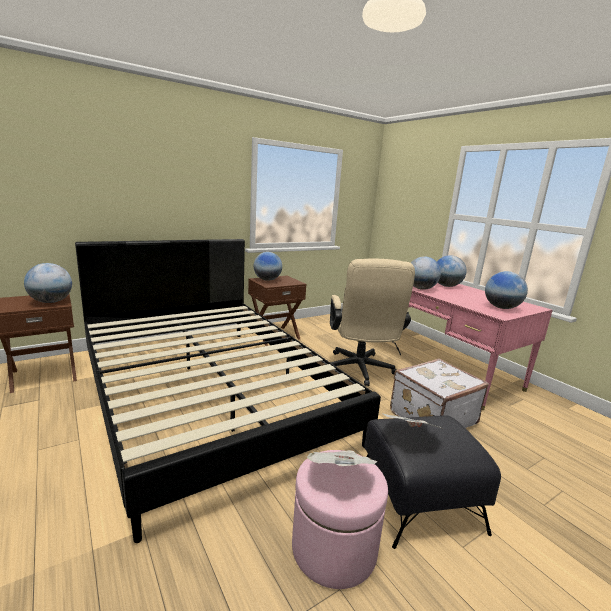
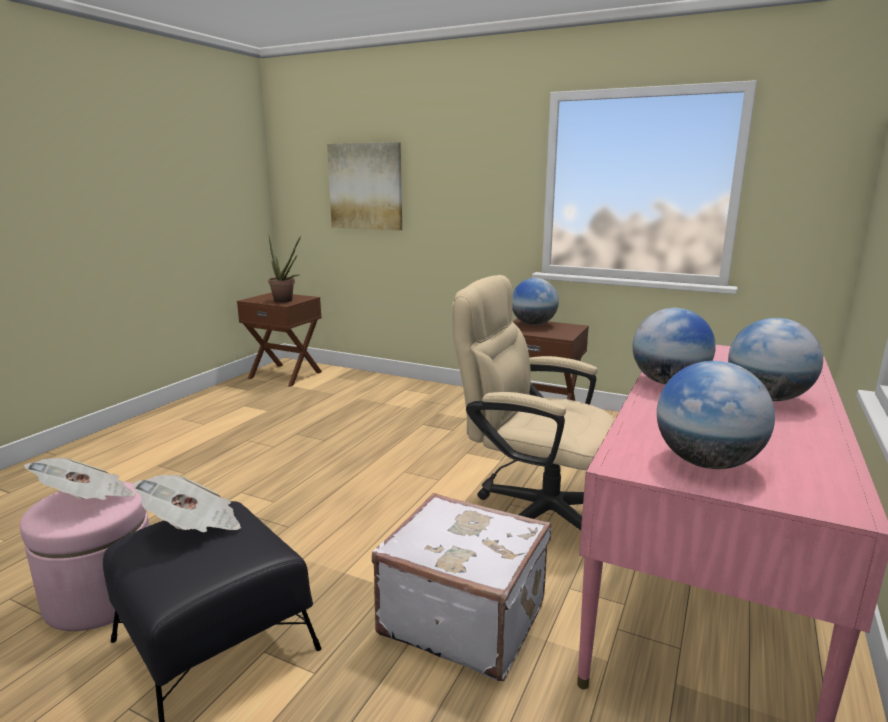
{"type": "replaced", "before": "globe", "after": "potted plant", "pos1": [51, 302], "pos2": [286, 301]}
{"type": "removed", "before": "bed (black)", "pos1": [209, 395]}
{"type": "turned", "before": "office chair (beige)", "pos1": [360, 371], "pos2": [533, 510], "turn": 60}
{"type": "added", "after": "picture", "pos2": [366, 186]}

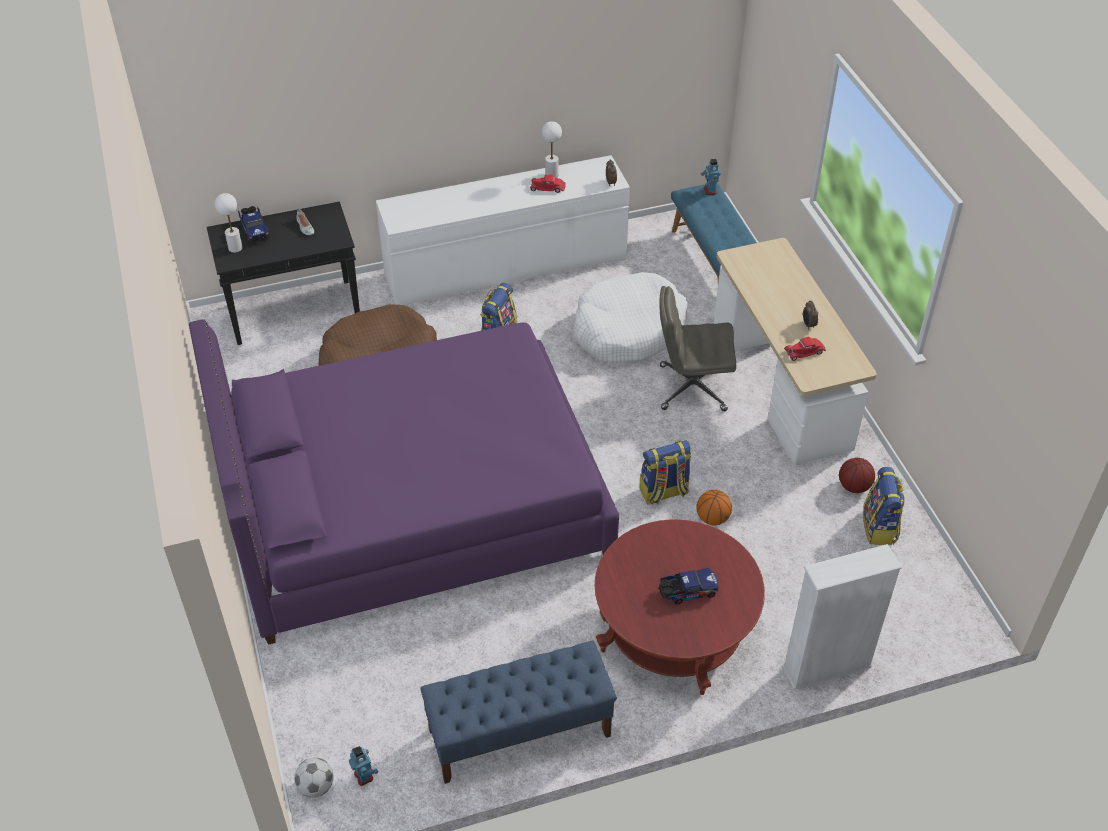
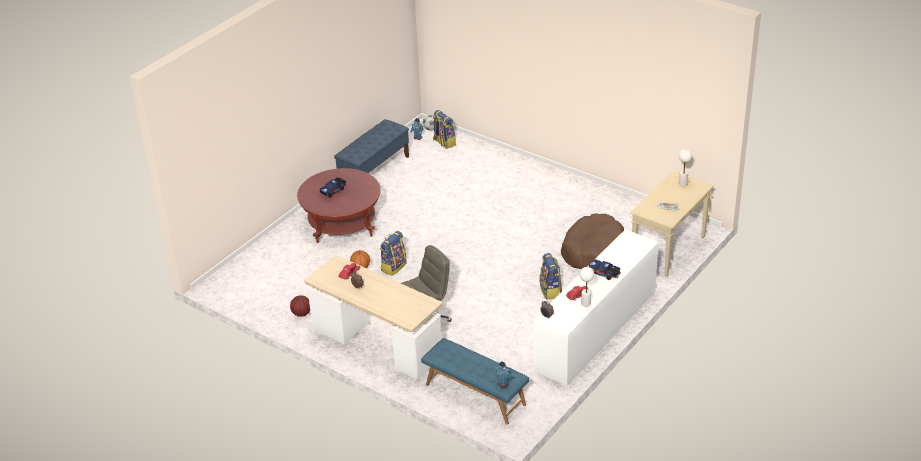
{"type": "removed", "before": "bed (purple)", "pos1": [414, 506]}
{"type": "recoloured", "before": "console table (black)", "after": "console table (beige)", "pos1": [295, 312], "pos2": [668, 250]}
{"type": "moved", "before": "toy truck", "pos1": [255, 229], "pos2": [604, 274]}
{"type": "removed", "before": "dog bed (white)", "pos1": [628, 330]}
{"type": "removed", "before": "bookcase (white)", "pos1": [826, 667]}
{"type": "moved", "before": "backpack", "pos1": [879, 527], "pos2": [444, 142]}

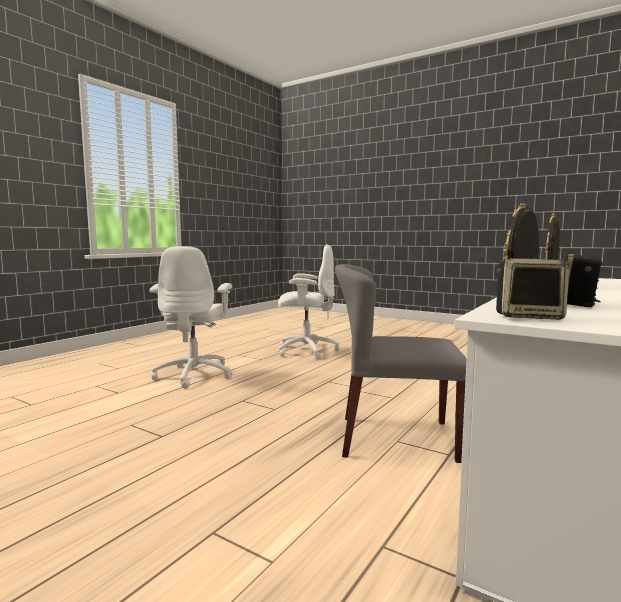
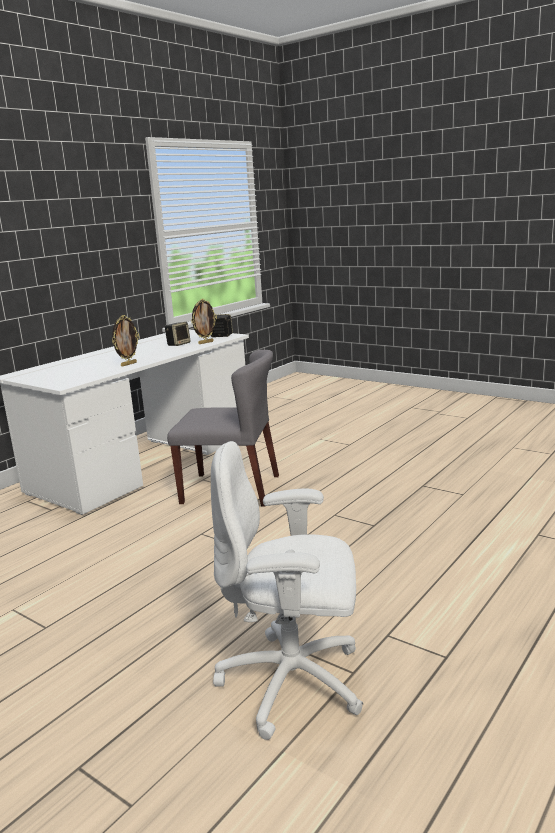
{"type": "removed", "before": "office chair (white)", "pos1": [195, 375]}

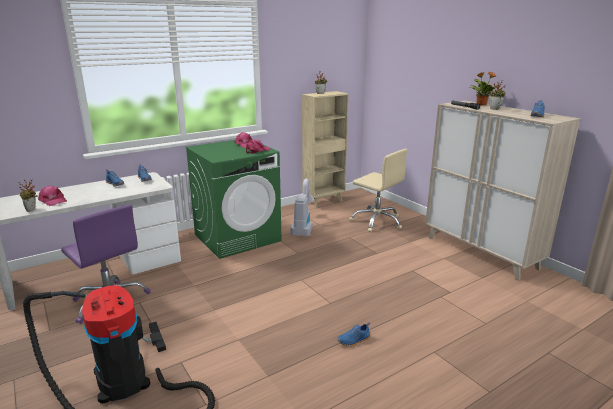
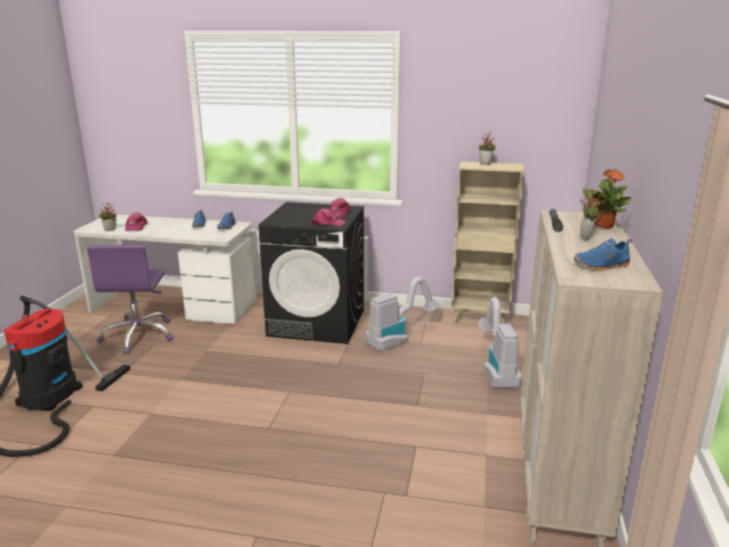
{"type": "recoloured", "before": "washing machine (green)", "after": "washing machine (black)", "pos1": [238, 237], "pos2": [317, 323]}
{"type": "removed", "before": "shoe (blue)", "pos1": [354, 340]}
{"type": "replaced", "before": "office chair (beige)", "after": "vacuum cleaner", "pos1": [377, 221], "pos2": [496, 370]}

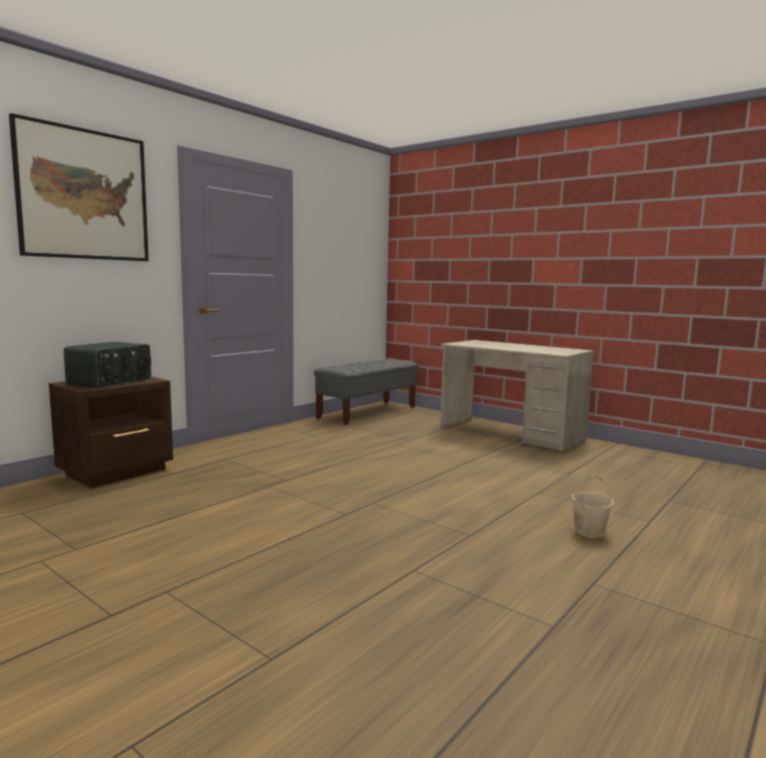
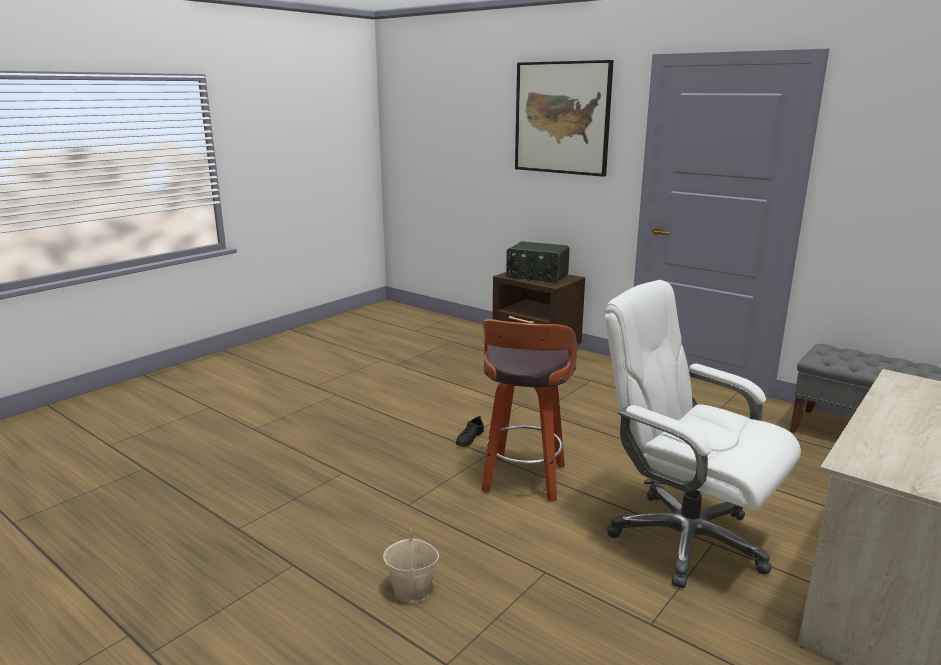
{"type": "added", "after": "shoe (black)", "pos2": [469, 438]}
{"type": "added", "after": "stool", "pos2": [524, 480]}
{"type": "added", "after": "office chair (white)", "pos2": [685, 539]}

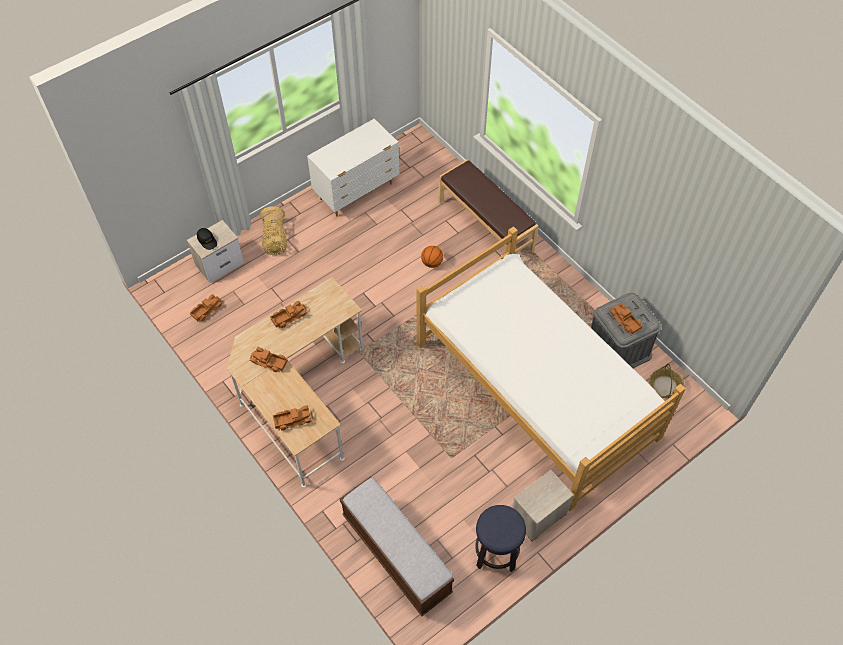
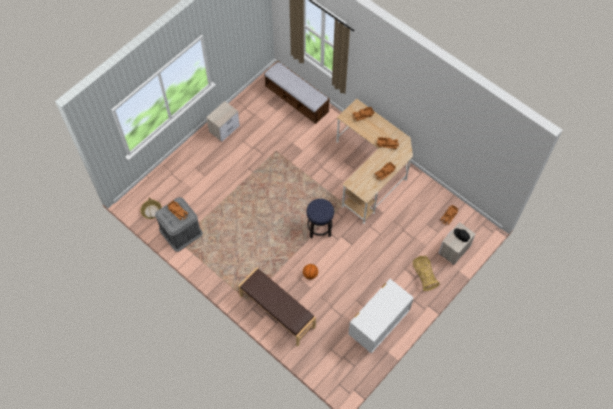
{"type": "removed", "before": "bed", "pos1": [535, 390]}
{"type": "moved", "before": "stool", "pos1": [496, 552], "pos2": [319, 228]}

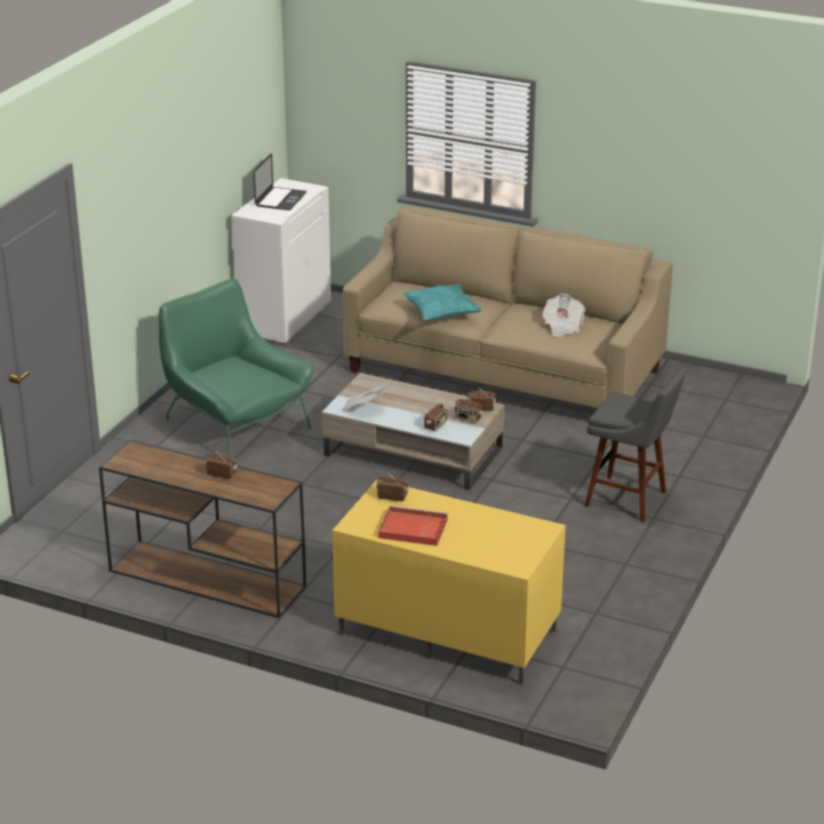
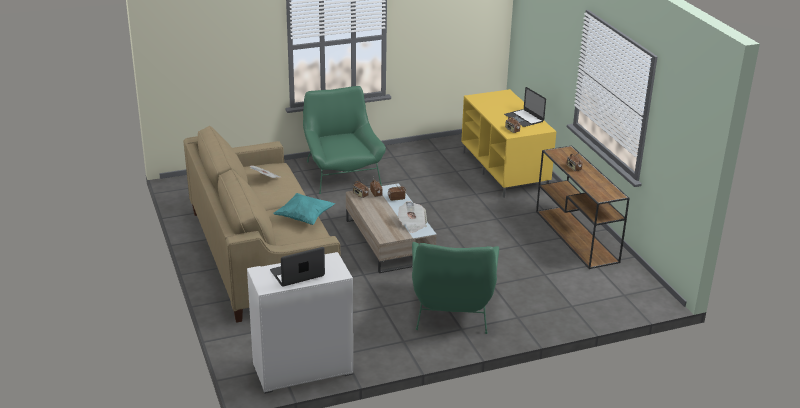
{"type": "replaced", "before": "tray (red)", "after": "laptop", "pos1": [411, 529], "pos2": [524, 118]}
{"type": "replaced", "before": "stool (grey)", "after": "armchair (green)", "pos1": [630, 500], "pos2": [342, 173]}

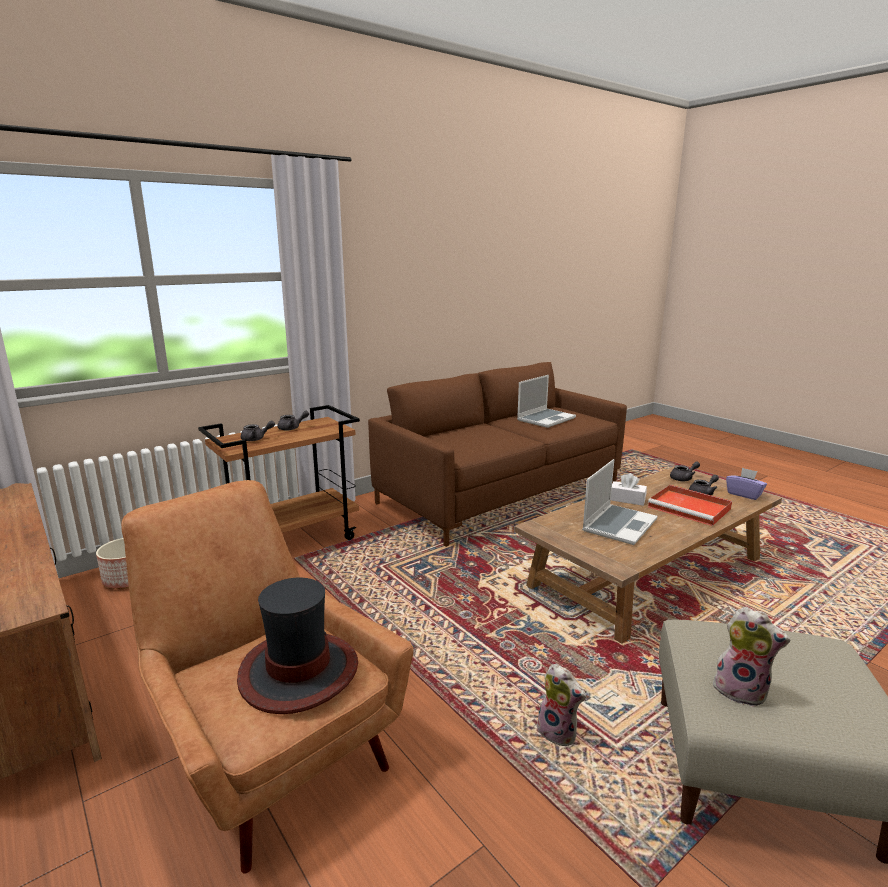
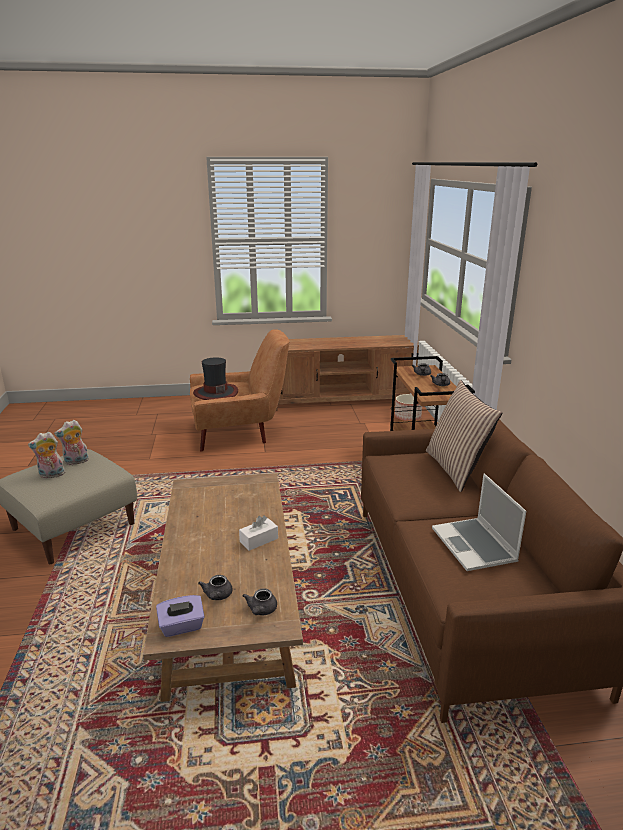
{"type": "moved", "before": "plush toy", "pos1": [559, 733], "pos2": [51, 475]}
{"type": "removed", "before": "laptop", "pos1": [619, 525]}
{"type": "removed", "before": "tray (red)", "pos1": [690, 508]}
{"type": "added", "after": "pillow", "pos2": [456, 469]}

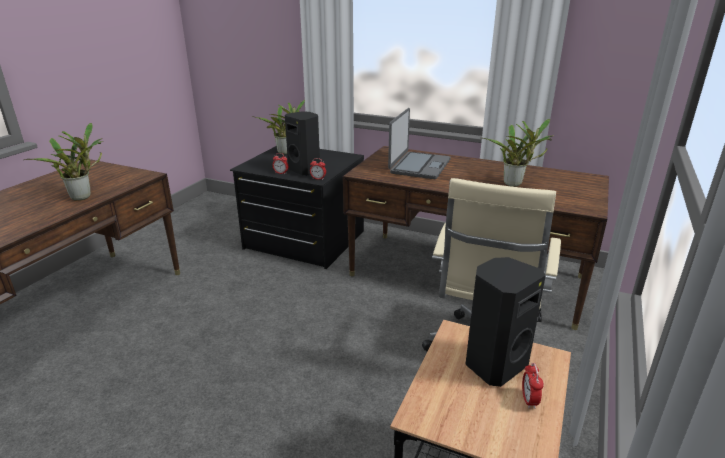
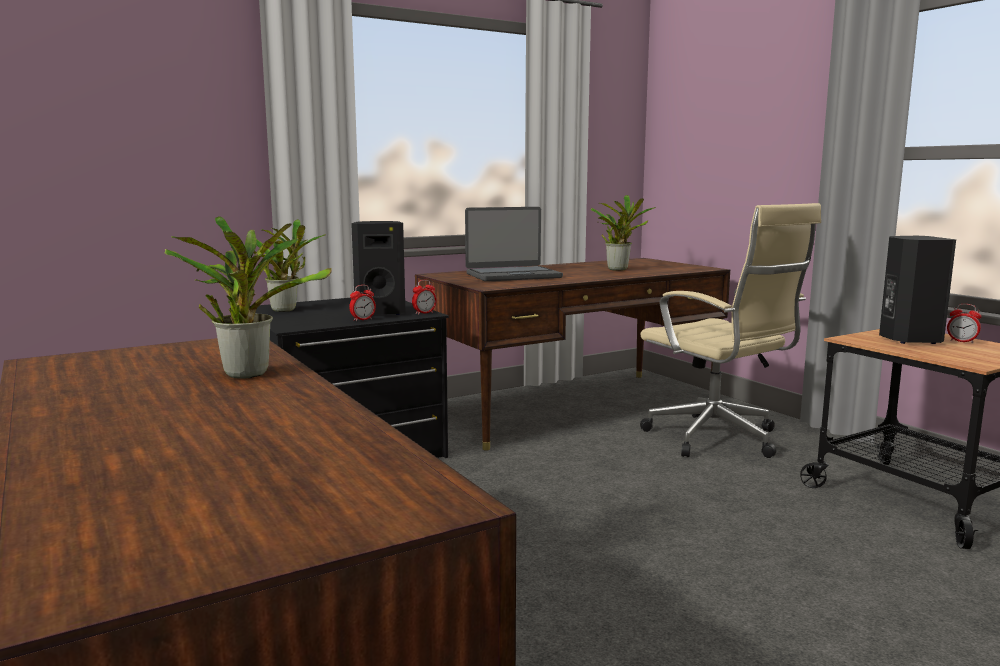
{"type": "turned", "before": "laptop", "pos1": [419, 166], "pos2": [512, 275], "turn": 105}

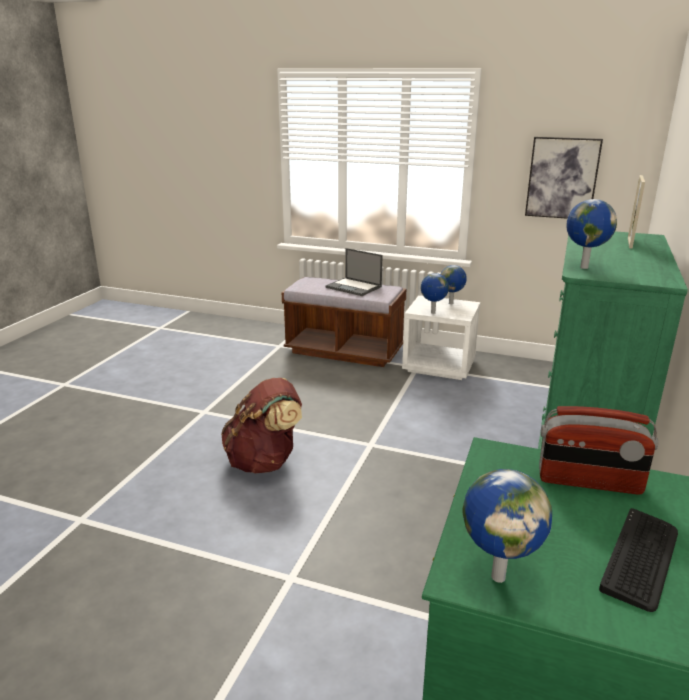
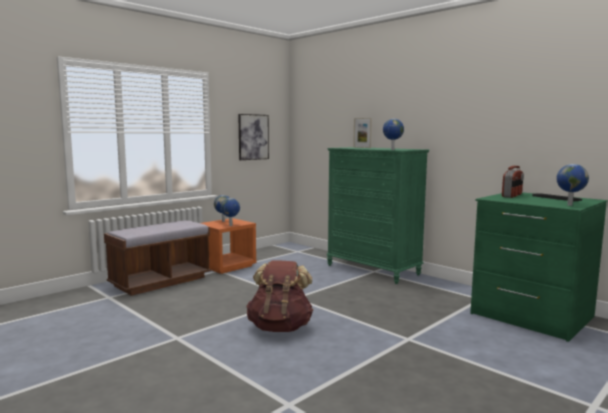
{"type": "removed", "before": "laptop", "pos1": [354, 287]}
{"type": "recoloured", "before": "nightstand (white)", "after": "nightstand (orange)", "pos1": [439, 366], "pos2": [227, 266]}

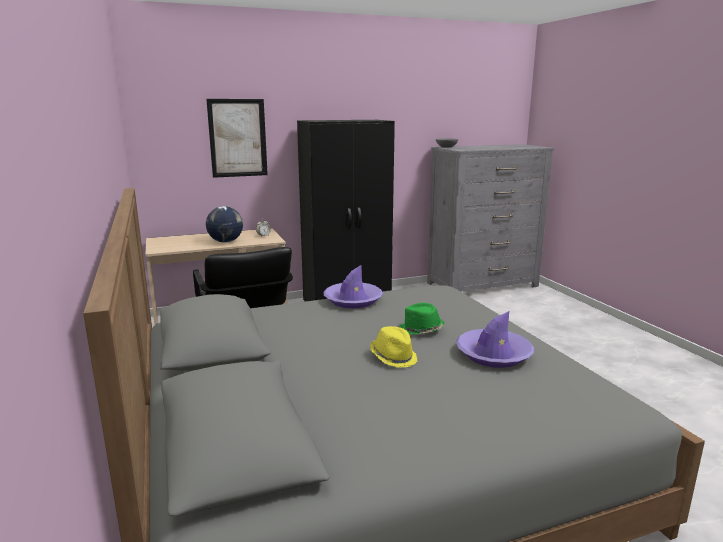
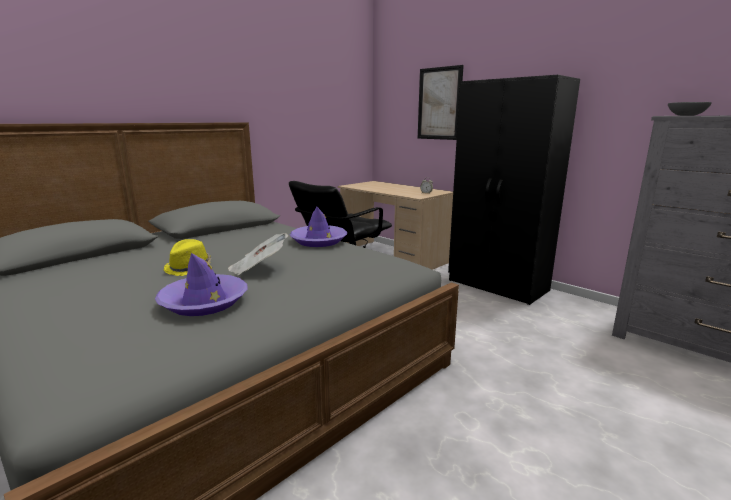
{"type": "removed", "before": "globe", "pos1": [226, 242]}
{"type": "replaced", "before": "hat (green)", "after": "newspaper", "pos1": [421, 330], "pos2": [258, 269]}

